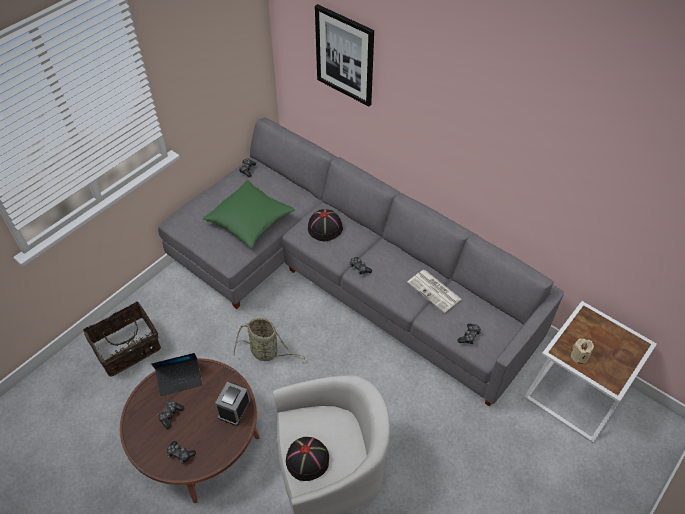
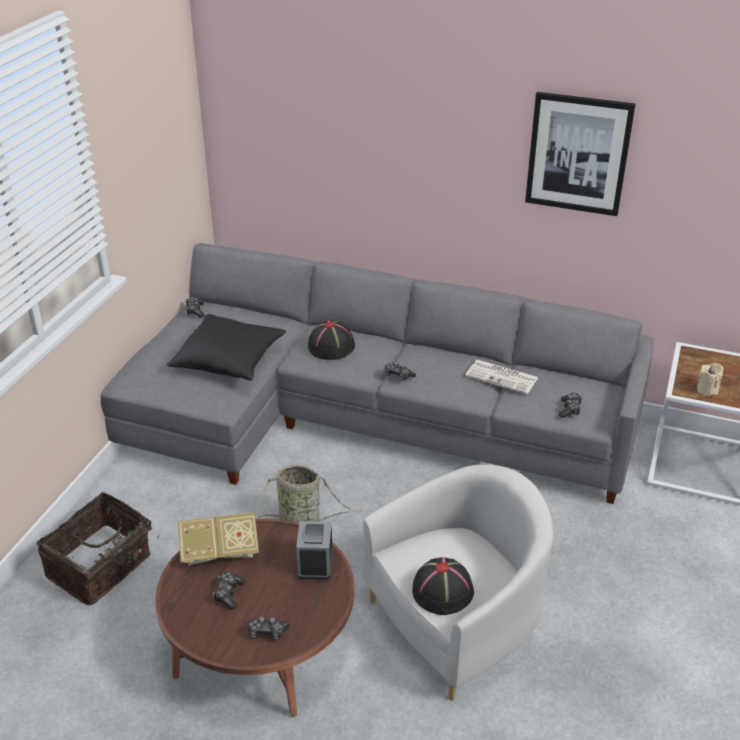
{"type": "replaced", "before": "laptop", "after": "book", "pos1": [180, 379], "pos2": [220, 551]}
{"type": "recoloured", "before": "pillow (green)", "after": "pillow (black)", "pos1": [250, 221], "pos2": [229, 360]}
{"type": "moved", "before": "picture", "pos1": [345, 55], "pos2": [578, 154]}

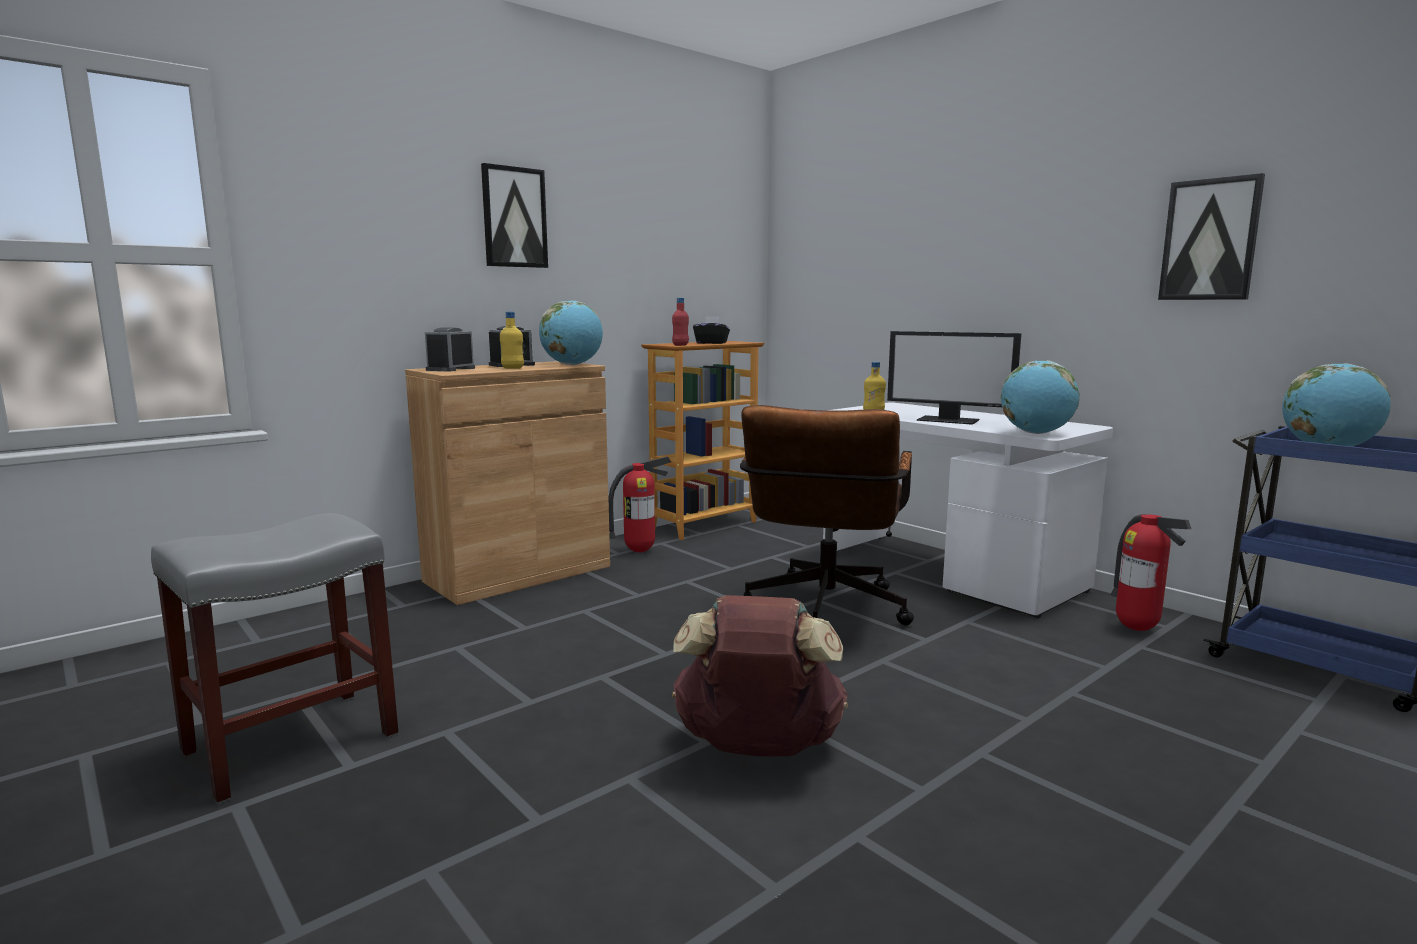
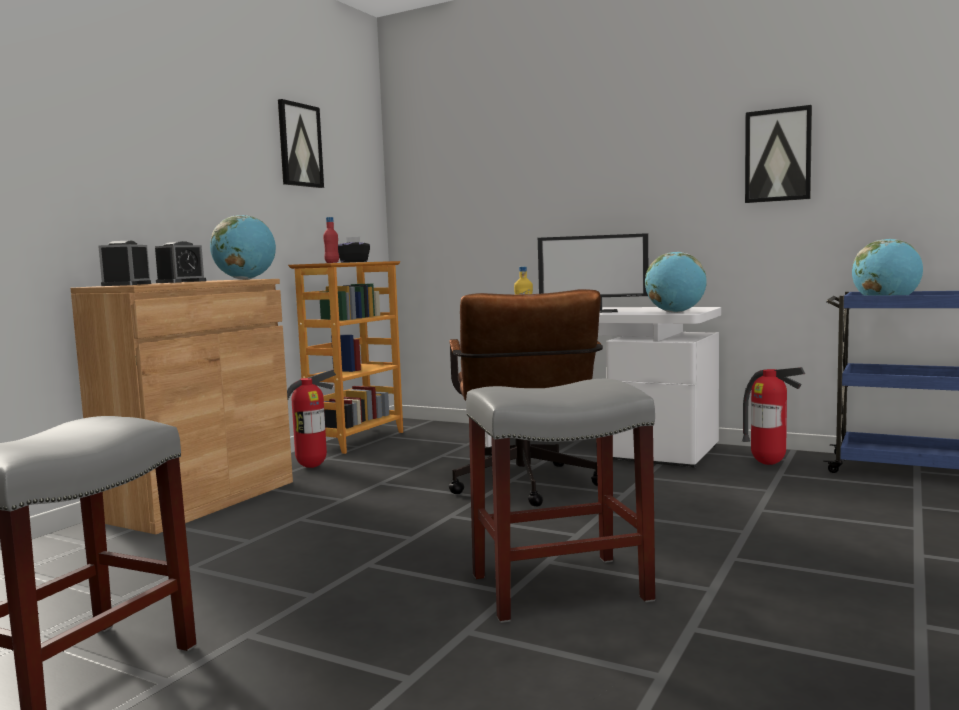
{"type": "moved", "before": "picture", "pos1": [514, 217], "pos2": [299, 145]}
{"type": "removed", "before": "bottle (yellow)", "pos1": [512, 368]}
{"type": "replaced", "before": "backpack (brown)", "after": "stool (grey)", "pos1": [757, 748], "pos2": [558, 588]}

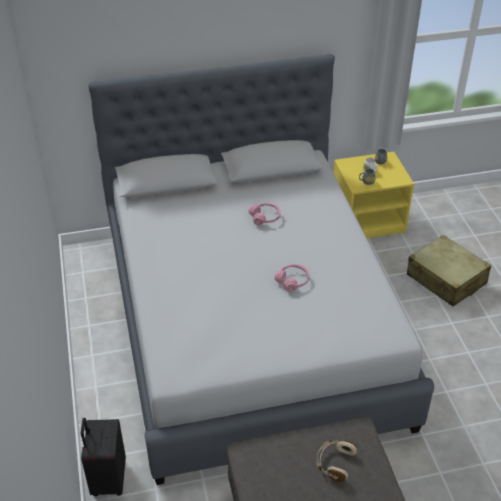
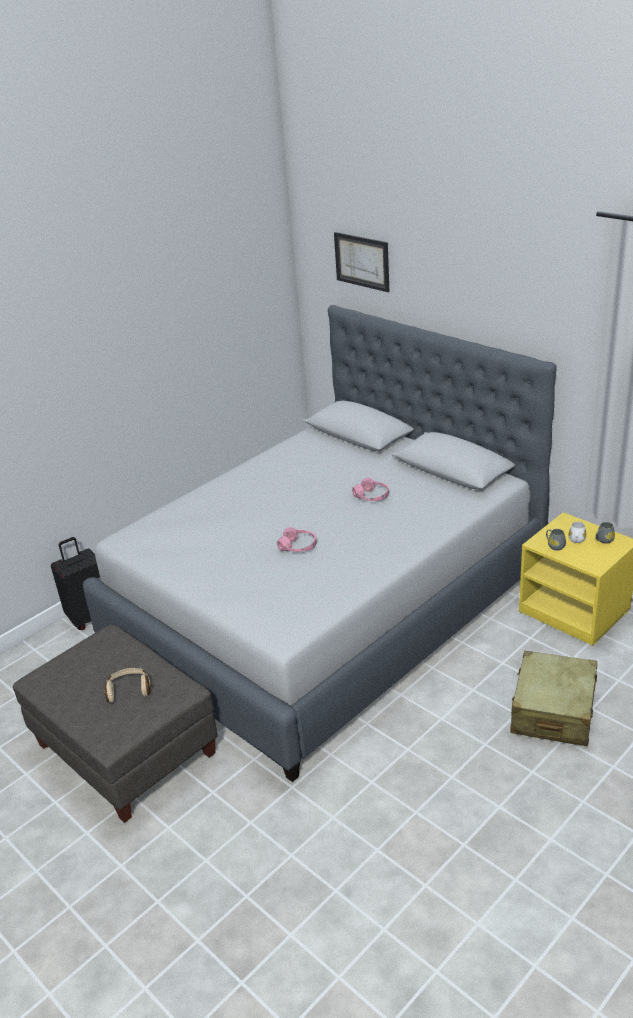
{"type": "added", "after": "picture", "pos2": [362, 261]}

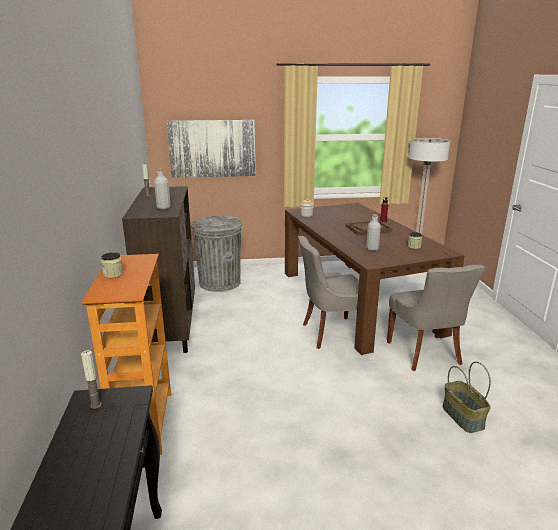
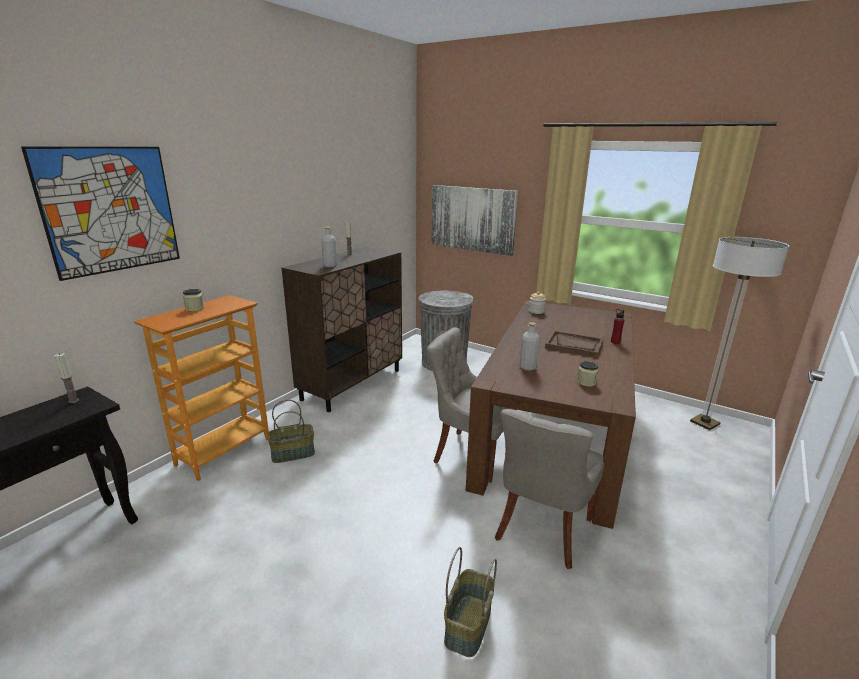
{"type": "added", "after": "picture", "pos2": [111, 210]}
{"type": "added", "after": "basket", "pos2": [293, 453]}

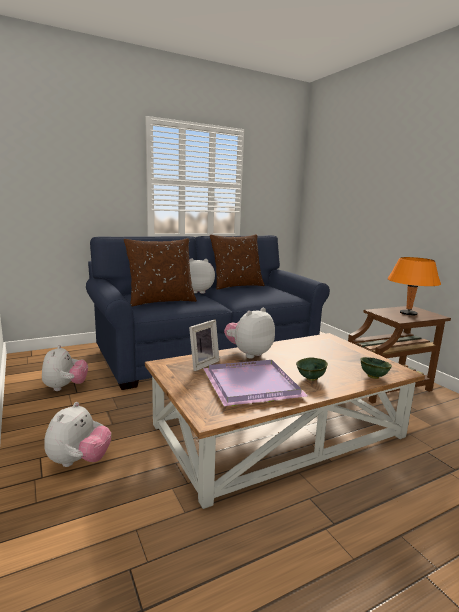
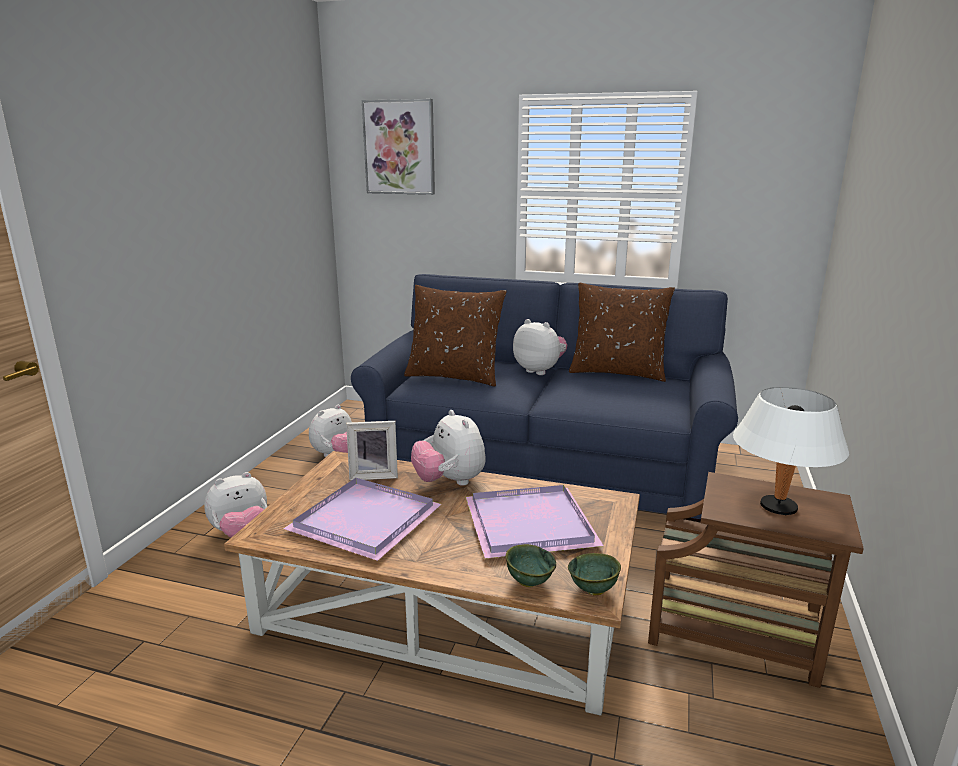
{"type": "turned", "before": "plush toy", "pos1": [248, 353], "pos2": [449, 482], "turn": -120}
{"type": "moved", "before": "bowl (green)", "pos1": [311, 379], "pos2": [593, 590]}
{"type": "recoloured", "before": "table lamp (orange)", "after": "table lamp (white)", "pos1": [408, 314], "pos2": [778, 508]}
{"type": "added", "after": "picture", "pos2": [399, 147]}
{"type": "added", "after": "tray (purple)", "pos2": [527, 523]}

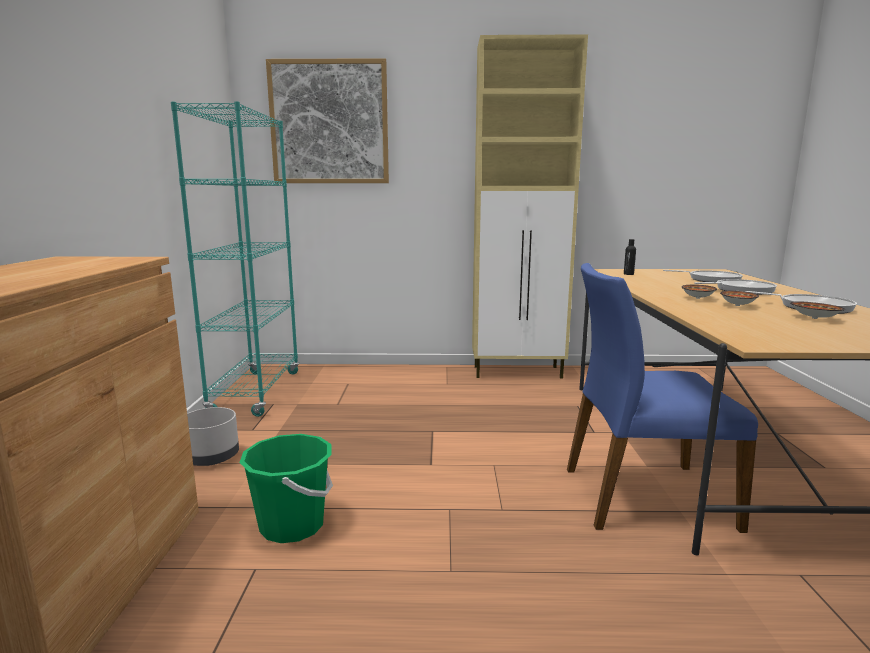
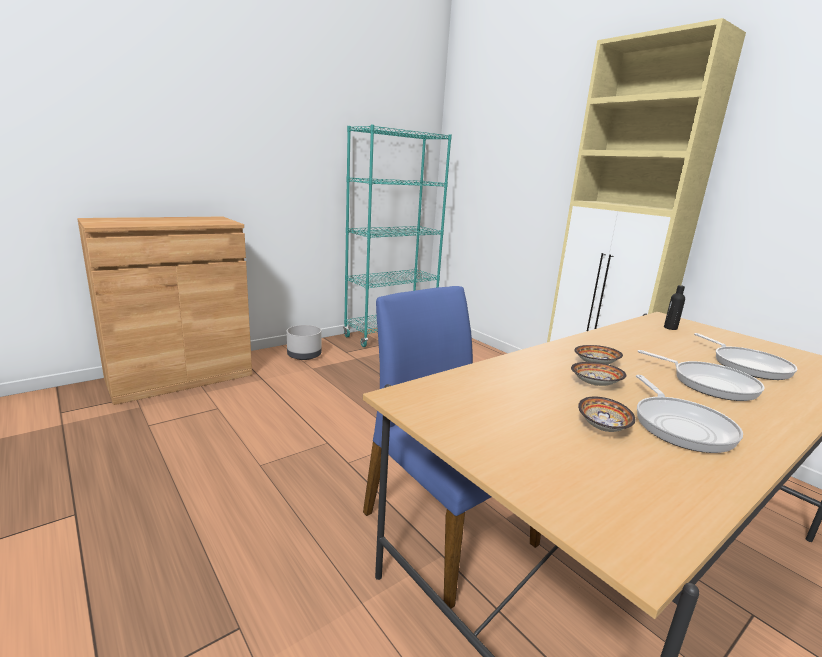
{"type": "removed", "before": "bucket (green)", "pos1": [292, 525]}
{"type": "removed", "before": "picture", "pos1": [329, 123]}

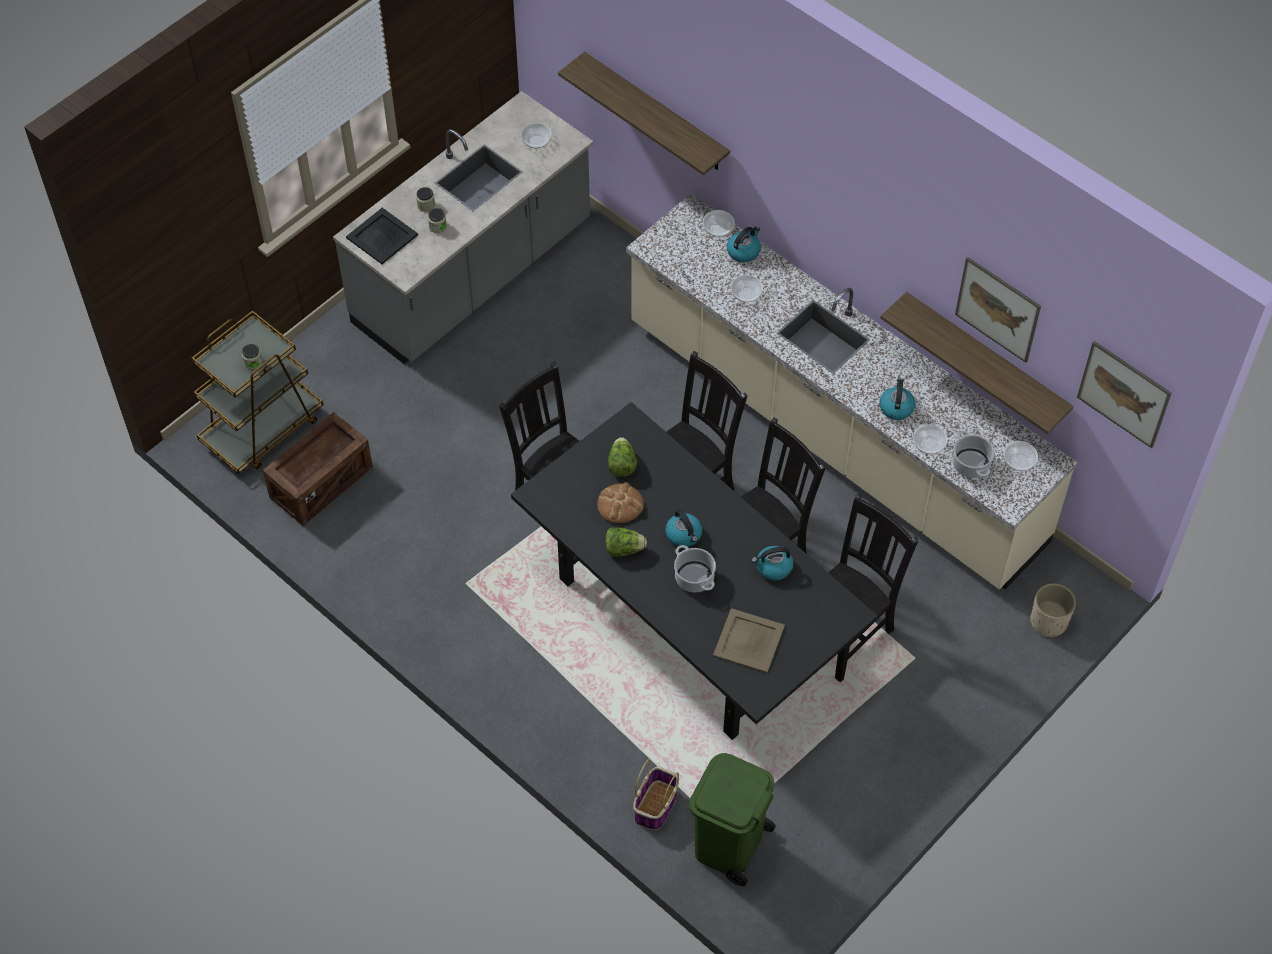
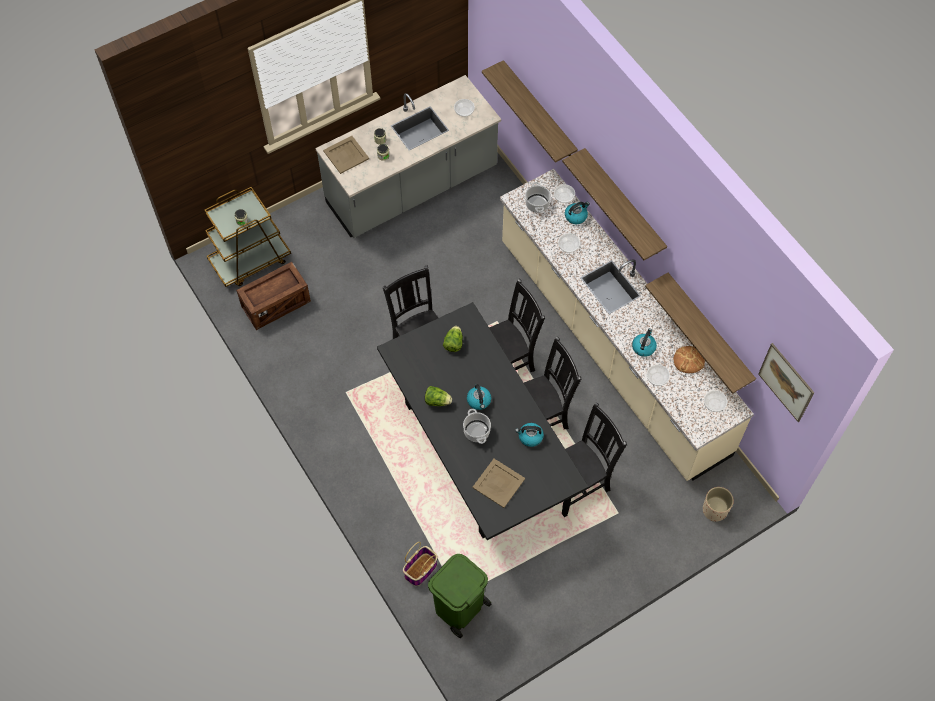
{"type": "recoloured", "before": "tray (black)", "after": "tray (beige)", "pos1": [382, 237], "pos2": [346, 155]}
{"type": "moved", "before": "bread", "pos1": [620, 504], "pos2": [688, 360]}
{"type": "moved", "before": "cooking pot", "pos1": [970, 464], "pos2": [537, 203]}
{"type": "removed", "before": "picture", "pos1": [997, 309]}
{"type": "added", "after": "shelf", "pos2": [623, 203]}

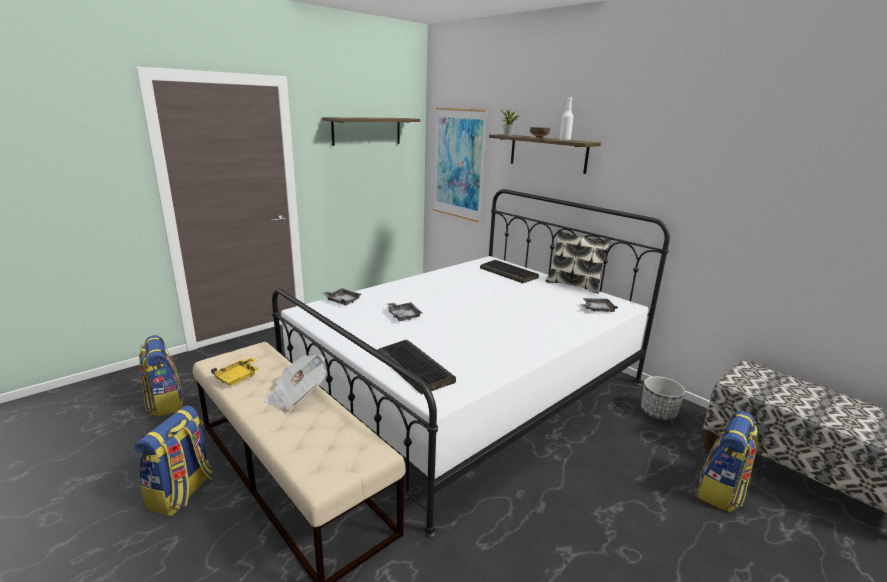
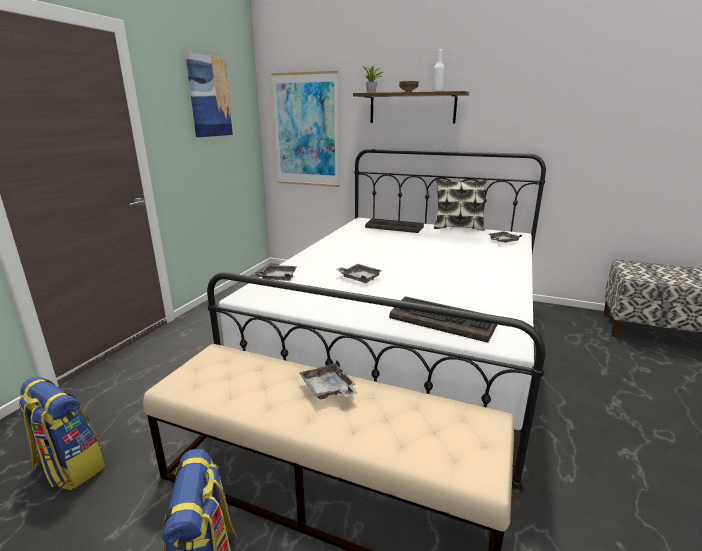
{"type": "removed", "before": "tray (yellow)", "pos1": [238, 377]}
{"type": "replaced", "before": "newspaper", "after": "tray (grey)", "pos1": [296, 395], "pos2": [328, 389]}
{"type": "replaced", "before": "shelf", "after": "picture", "pos1": [367, 131], "pos2": [210, 97]}
{"type": "removed", "before": "planter", "pos1": [658, 413]}
{"type": "removed", "before": "backpack", "pos1": [720, 491]}

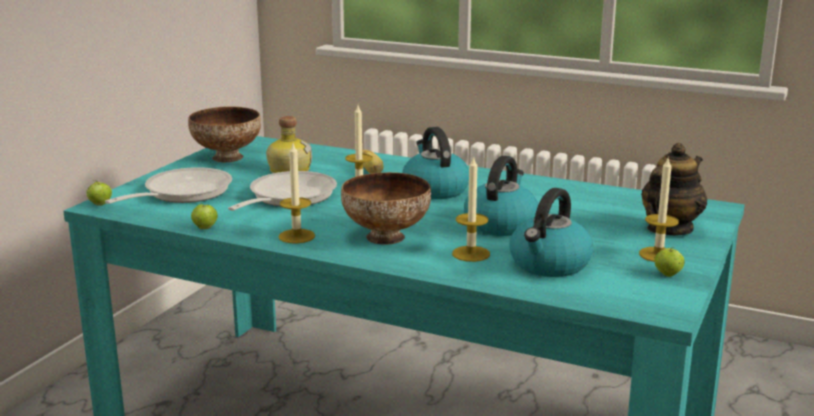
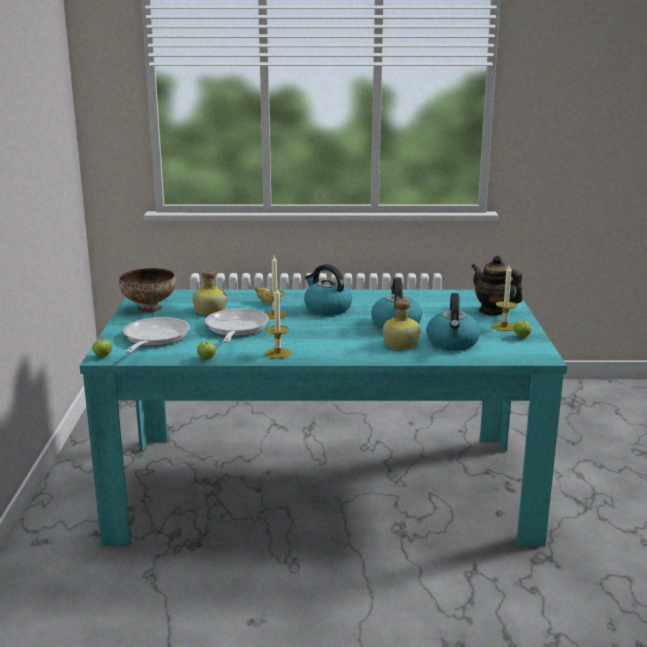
{"type": "removed", "before": "bowl", "pos1": [386, 238]}
{"type": "replaced", "before": "candle", "after": "bottle", "pos1": [471, 254], "pos2": [400, 344]}
{"type": "turned", "before": "teapot", "pos1": [669, 229], "pos2": [493, 311], "turn": -60}

